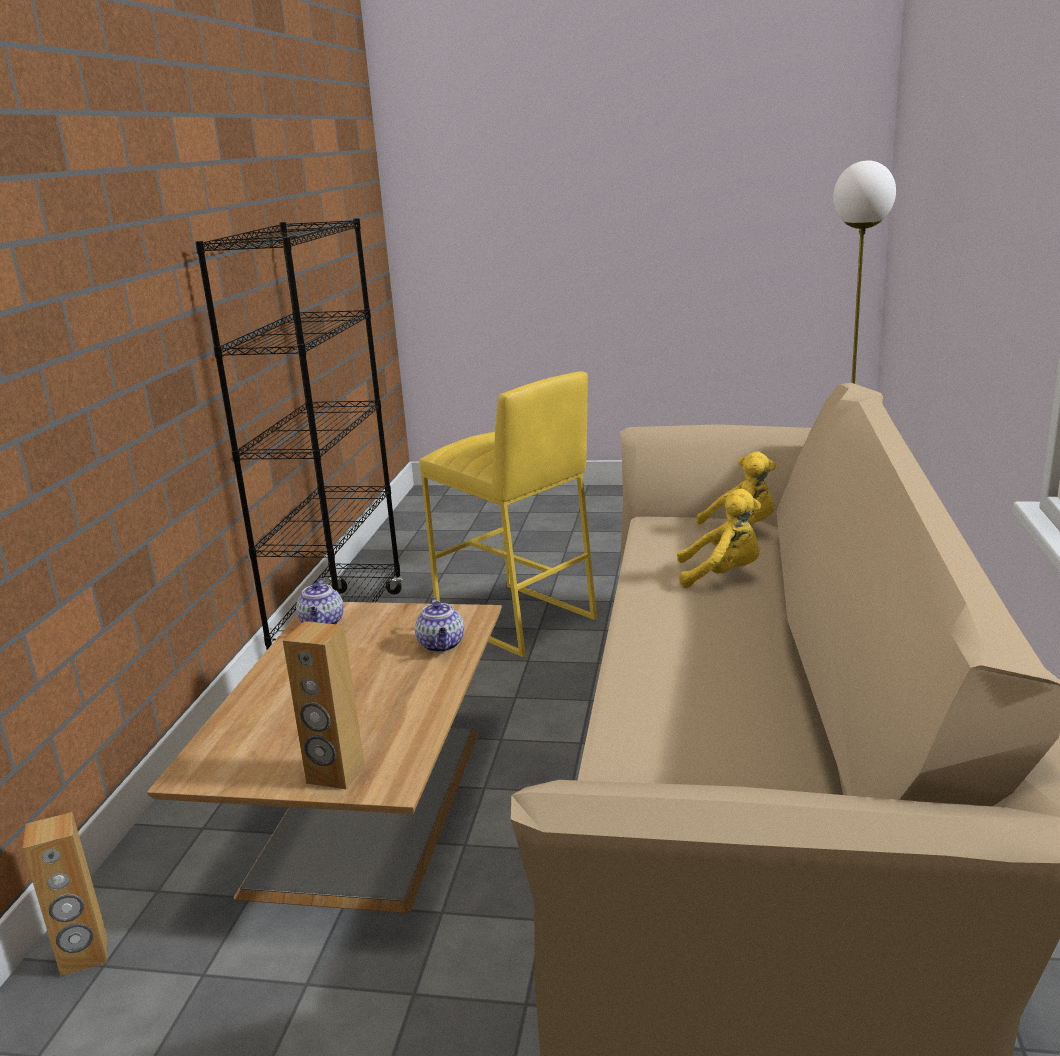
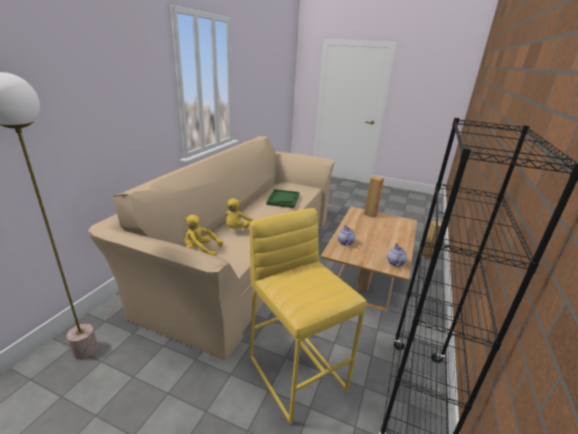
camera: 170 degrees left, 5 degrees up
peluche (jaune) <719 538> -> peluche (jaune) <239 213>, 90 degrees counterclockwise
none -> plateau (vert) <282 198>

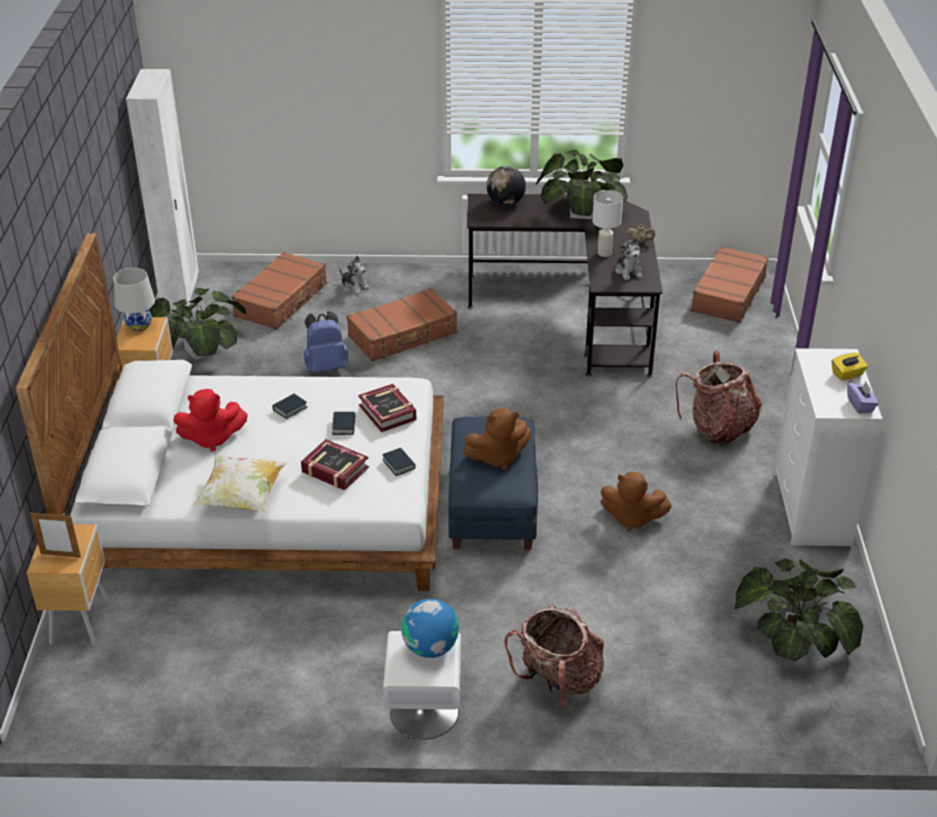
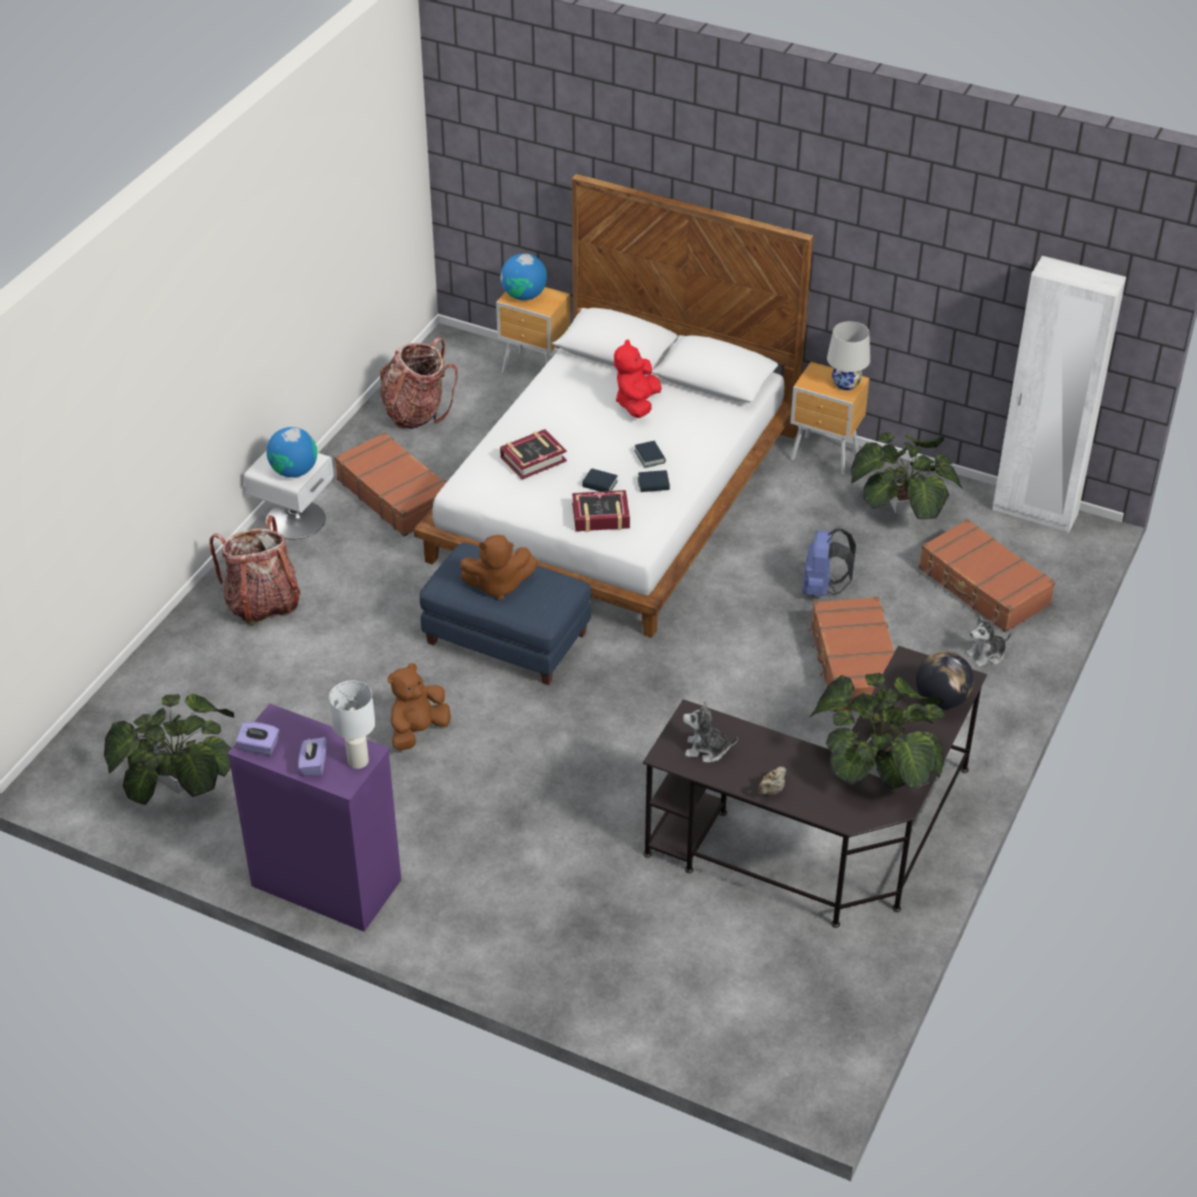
camera: 115 degrees right, 5 degrees up
lampe de table (blanc) <607 223> -> lampe de table (blanc) <352 724>, move
valise (marron) <729 284> -> valise (marron) <390 484>, move
commode (blanc) <828 447> -> commode (violet) <314 817>
sac à dos <719 398> -> sac à dos <419 383>, move
boîte à mouchoirs (jaune) <850 366> -> boîte à mouchoirs (violet) <312 756>
peluche (marron) <497 439> -> peluche (marron) <499 568>, 105 degrees counterclockwise
livre <399 462> -> livre <654 481>, move
coussin <240 484> -> none
cadre photo <55 535> -> globe <524 276>

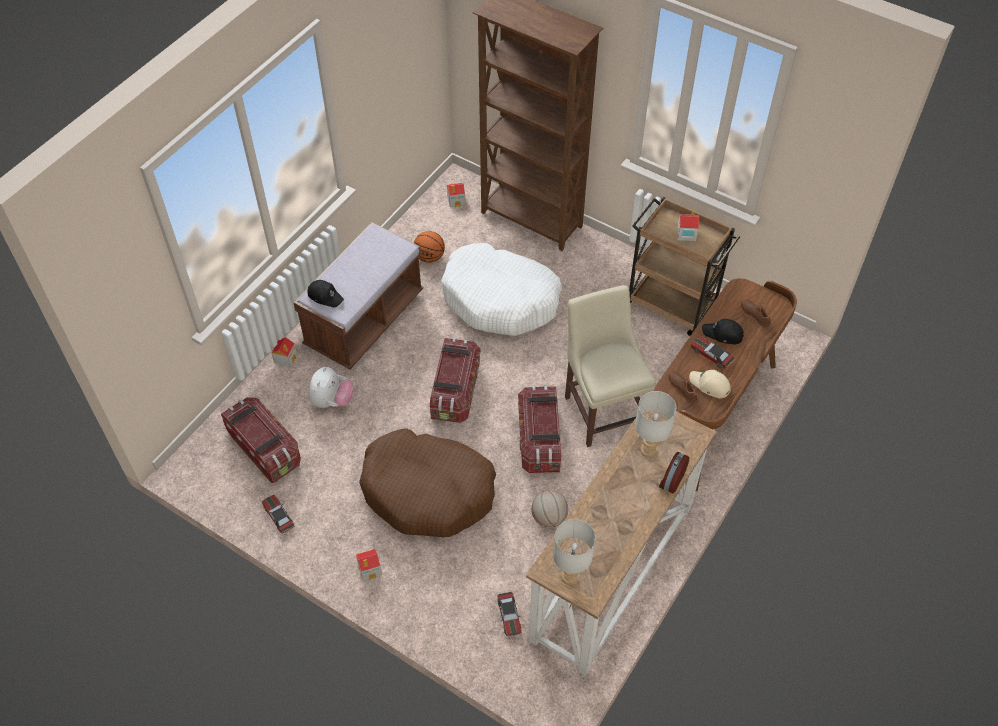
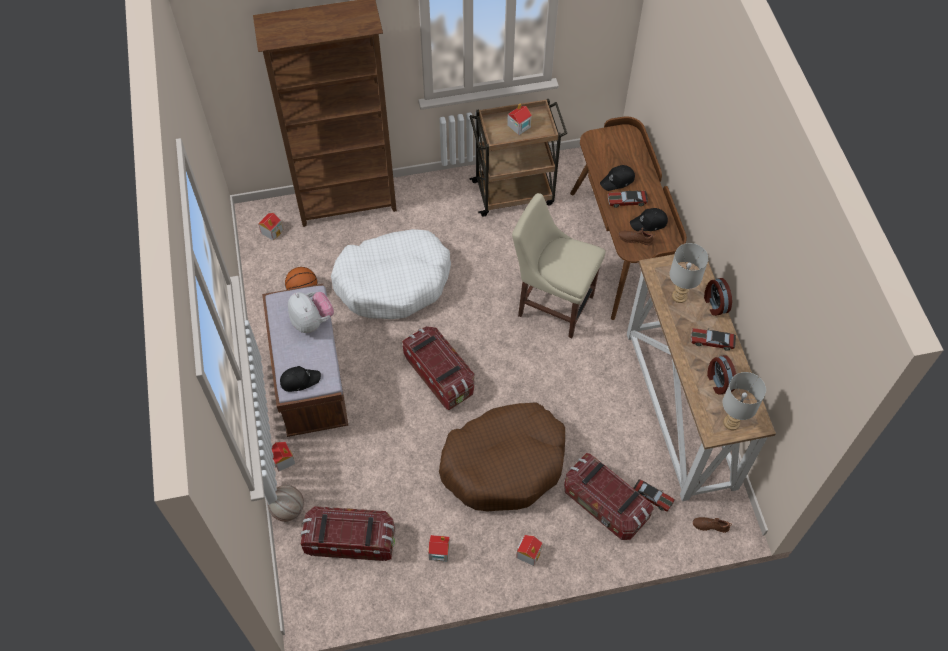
camera: 45 degrees left, 5 degrees up
chaussure (marron) <756 313> -> chaussure (marron) <712 525>, move
peluche <331 387> -> peluche <311 312>, move
casquette (beige) <710 384> -> casquette (noir) <649 219>
boîte de rangement <540 429> -> boîte de rangement <609 496>, move
ballon de basket <549 508> -> ballon de basket <285 503>, move
petite voiture <278 514> -> petite voiture <713 339>, move
none -> réveil <721 374>
none -> maison miniature <439 548>

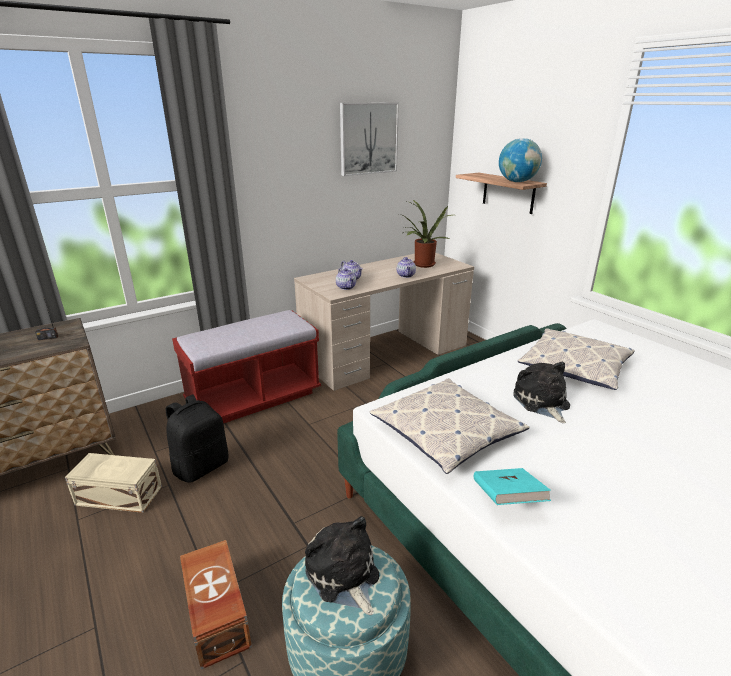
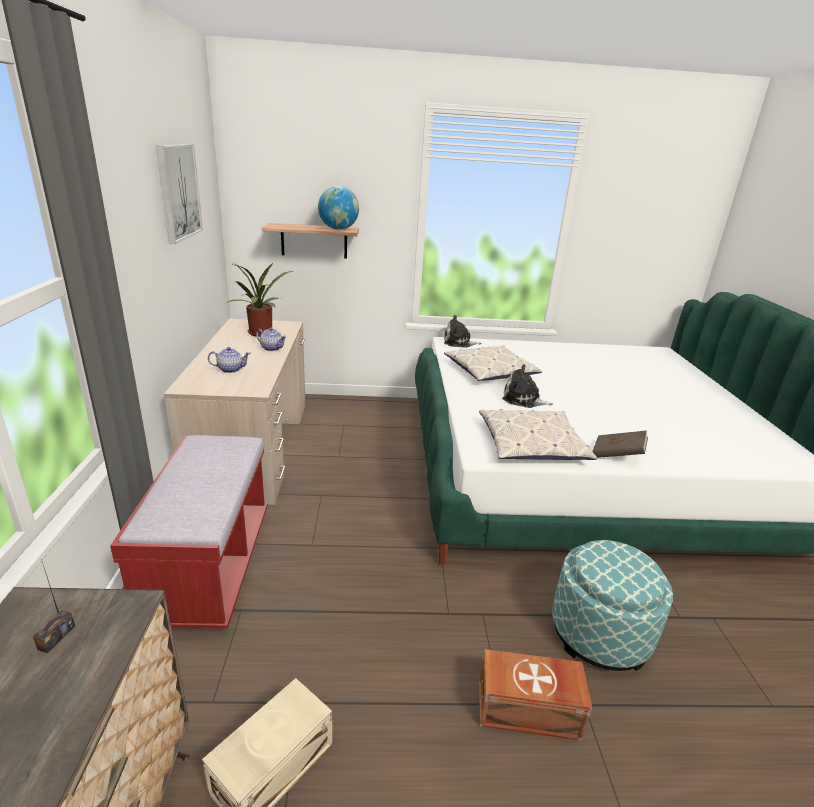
camera: 60 degrees left, 0 degrees up
théière <346 279> -> none
sac à dos (noir) <197 439> -> none
livre (turquoise) <512 486> -> livre (marron) <620 444>
peluche <342 565> -> peluche <463 331>, move

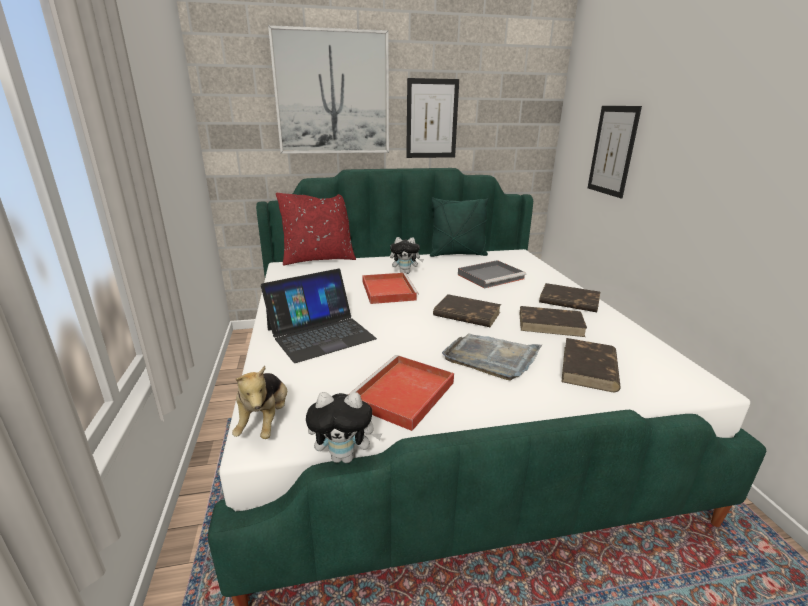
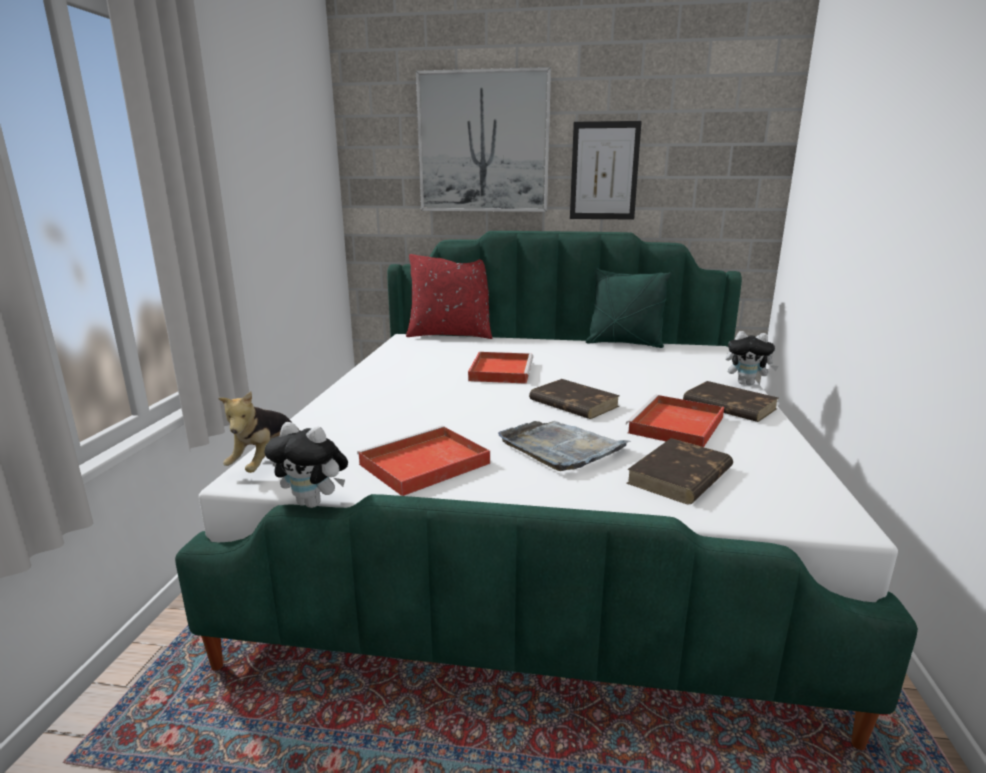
camera: 20 degrees right, 5 degrees down
tableau <615 152> -> none
peluche <407 255> -> peluche <752 358>, move
plateau (gris) <492 274> -> none
ordinateur portable <319 316> -> none
livre (marron) <553 321> -> plateau (rouge) <675 421>

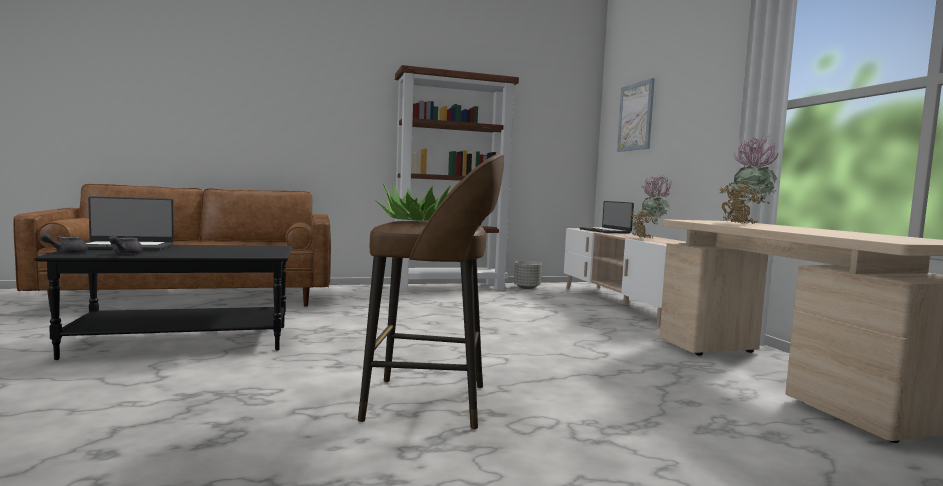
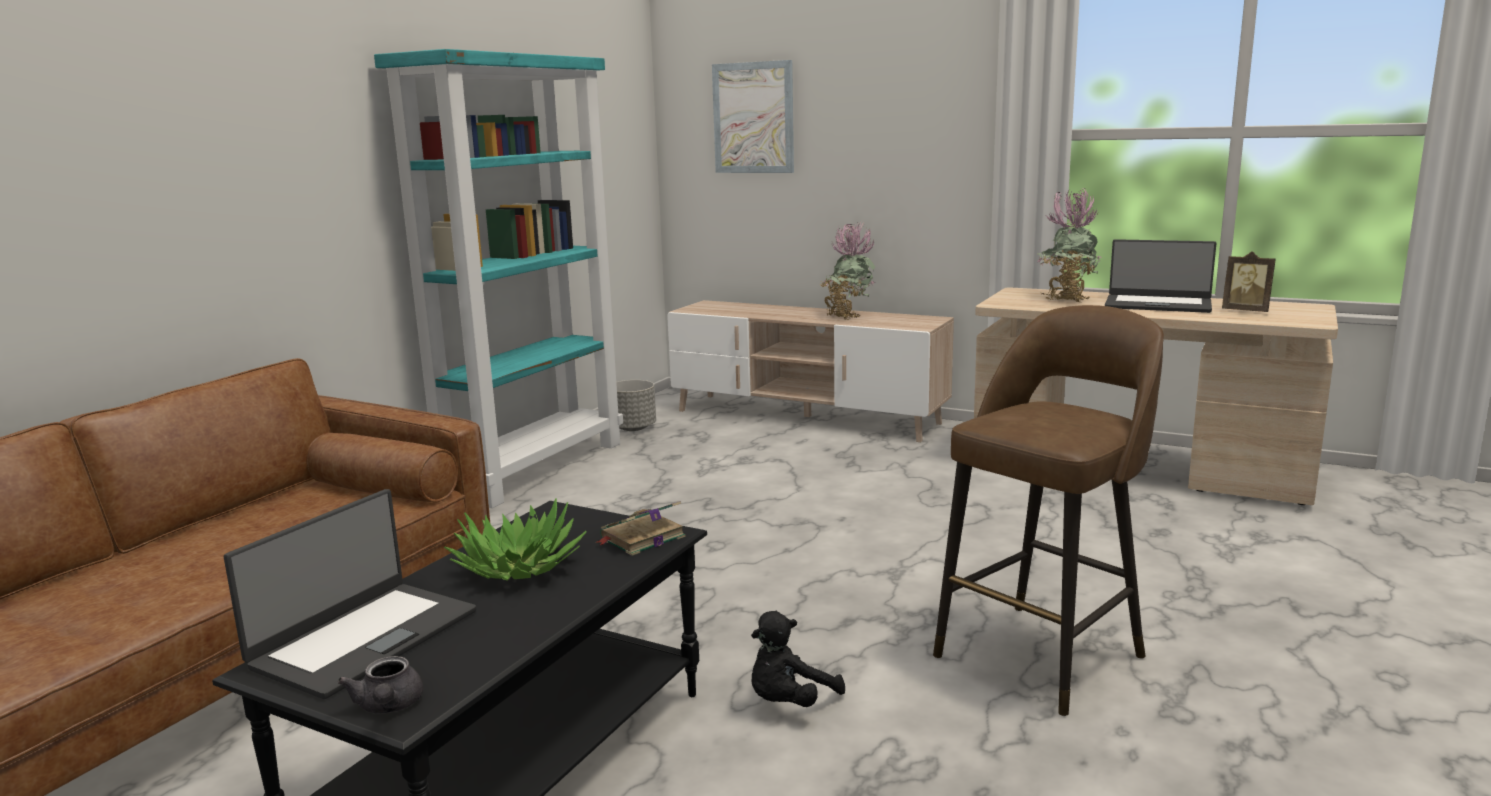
camera: 45 degrees left, 10 degrees up
bibliothèque (marron) <457 178> -> bibliothèque (turquoise) <498 278>
plante en pot <413 202> -> plante en pot <515 539>, move
ordinateur portable <607 217> -> ordinateur portable <1160 276>, move
théière (gris) <125 244> -> none
none -> cadre photo <1249 281>
none -> livre <640 528>
none -> peluche (noir) <798 659>

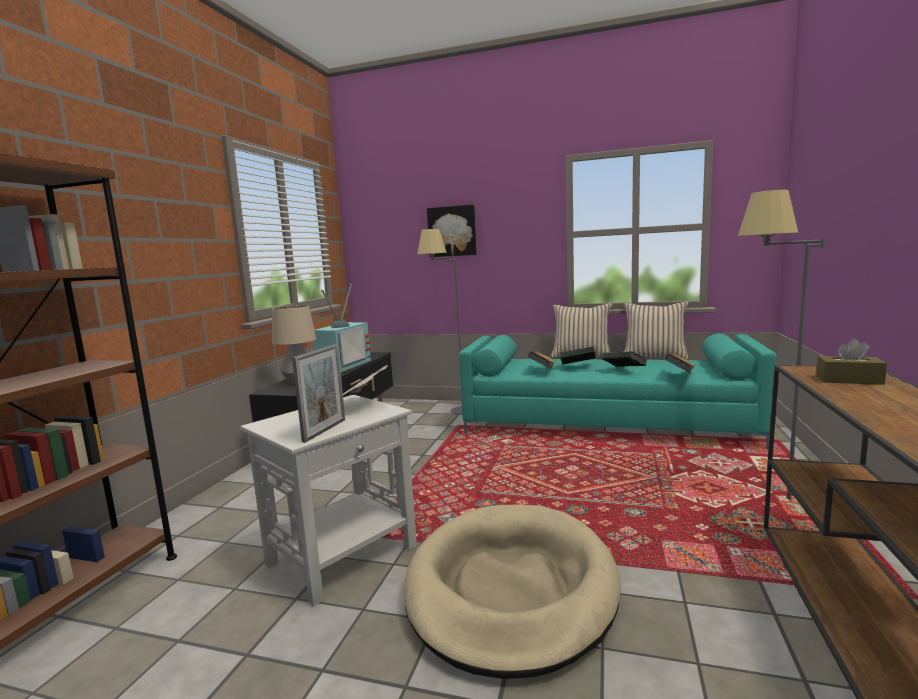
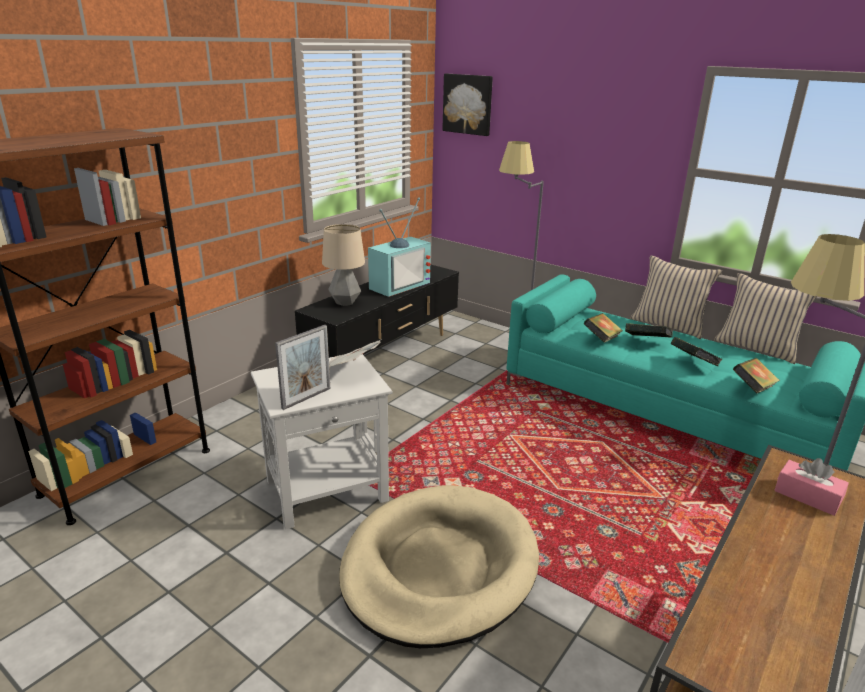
camera: 20 degrees right, 15 degrees up
tableau <452 231> -> tableau <467 105>, move
boîte à mouchoirs (marron) <851 362> -> boîte à mouchoirs (rose) <811 487>

